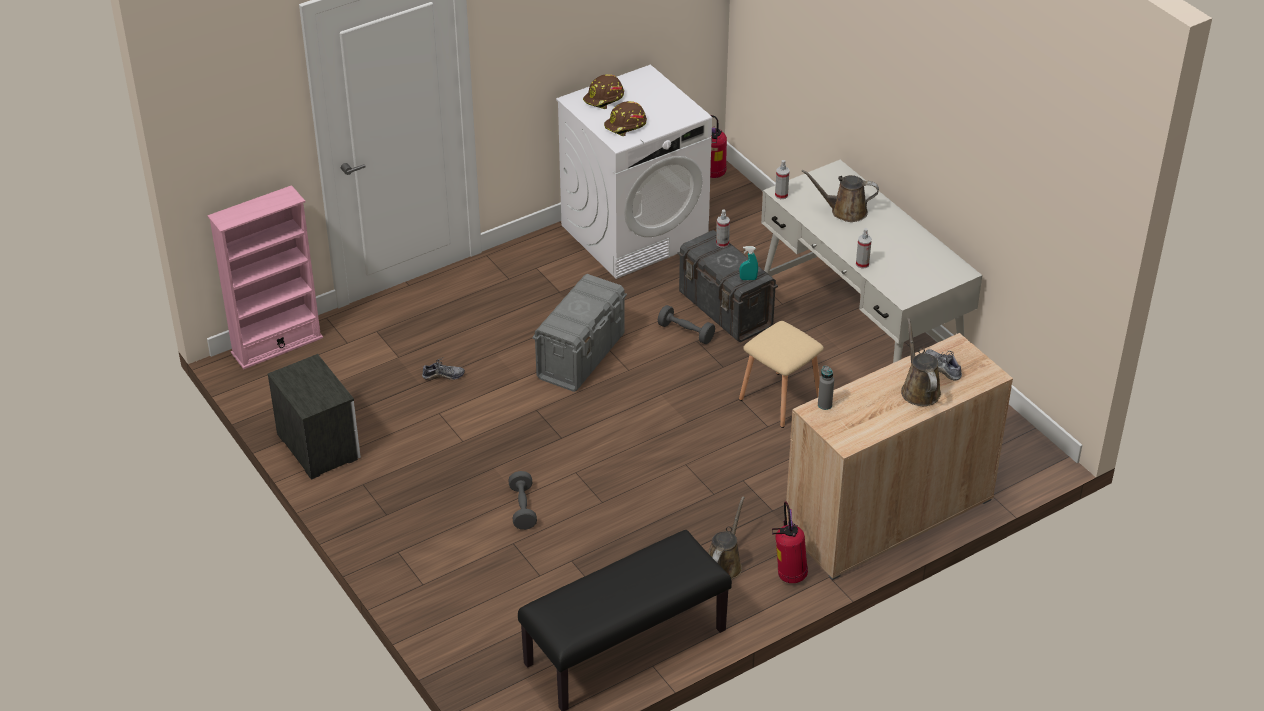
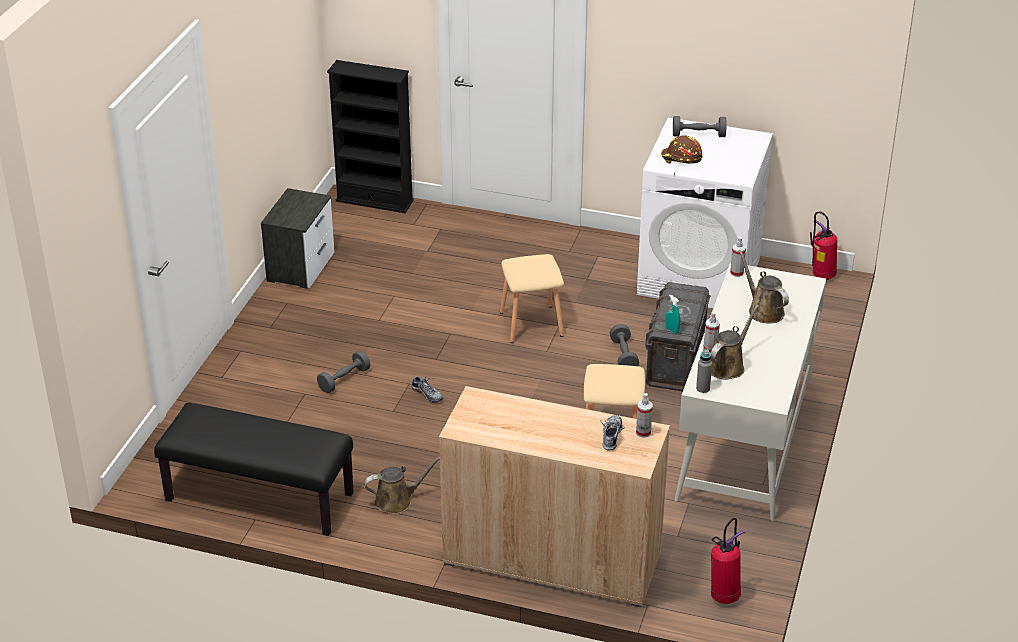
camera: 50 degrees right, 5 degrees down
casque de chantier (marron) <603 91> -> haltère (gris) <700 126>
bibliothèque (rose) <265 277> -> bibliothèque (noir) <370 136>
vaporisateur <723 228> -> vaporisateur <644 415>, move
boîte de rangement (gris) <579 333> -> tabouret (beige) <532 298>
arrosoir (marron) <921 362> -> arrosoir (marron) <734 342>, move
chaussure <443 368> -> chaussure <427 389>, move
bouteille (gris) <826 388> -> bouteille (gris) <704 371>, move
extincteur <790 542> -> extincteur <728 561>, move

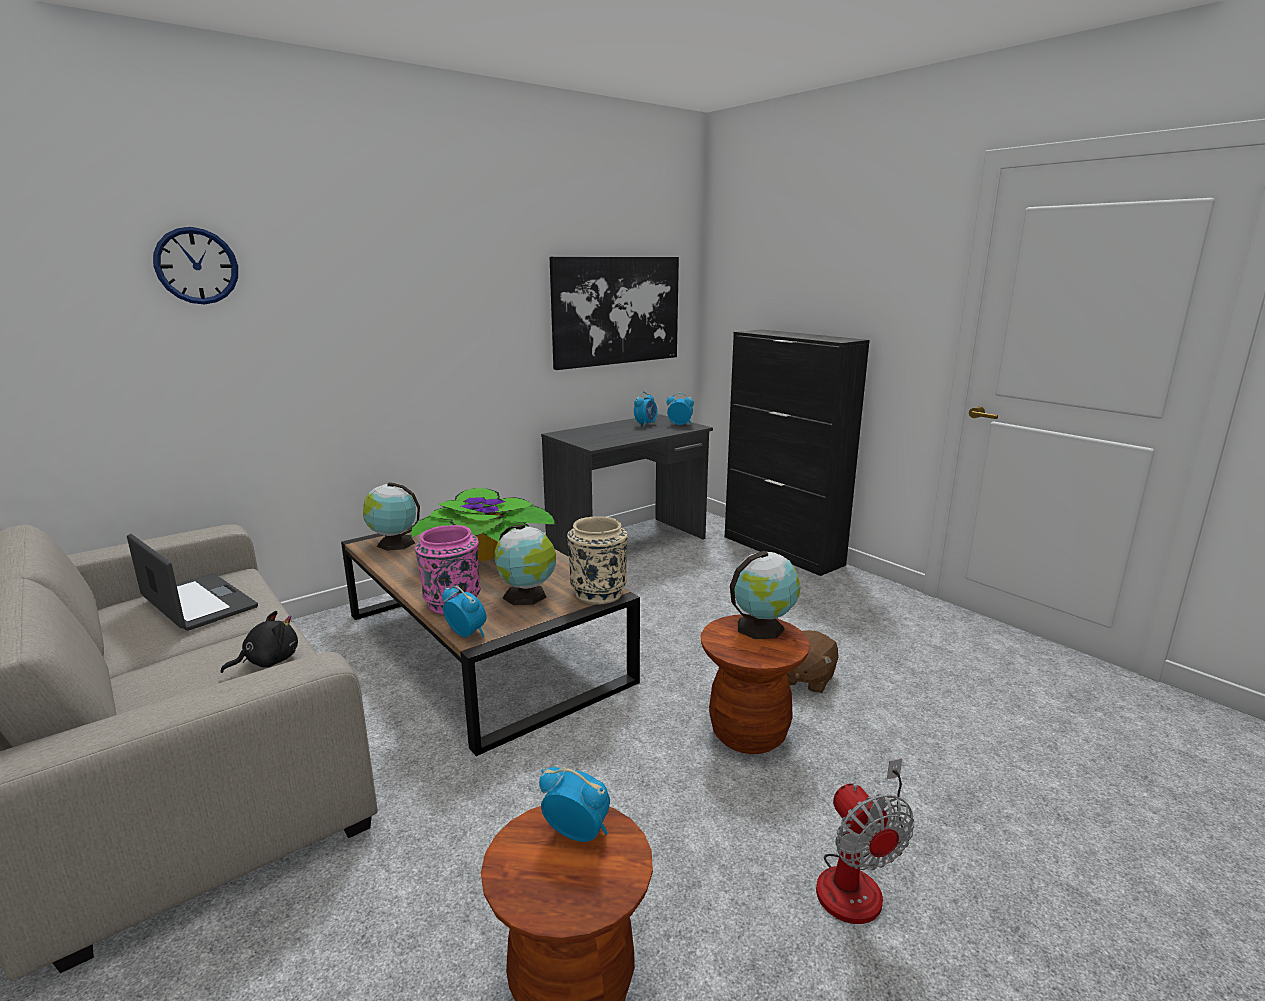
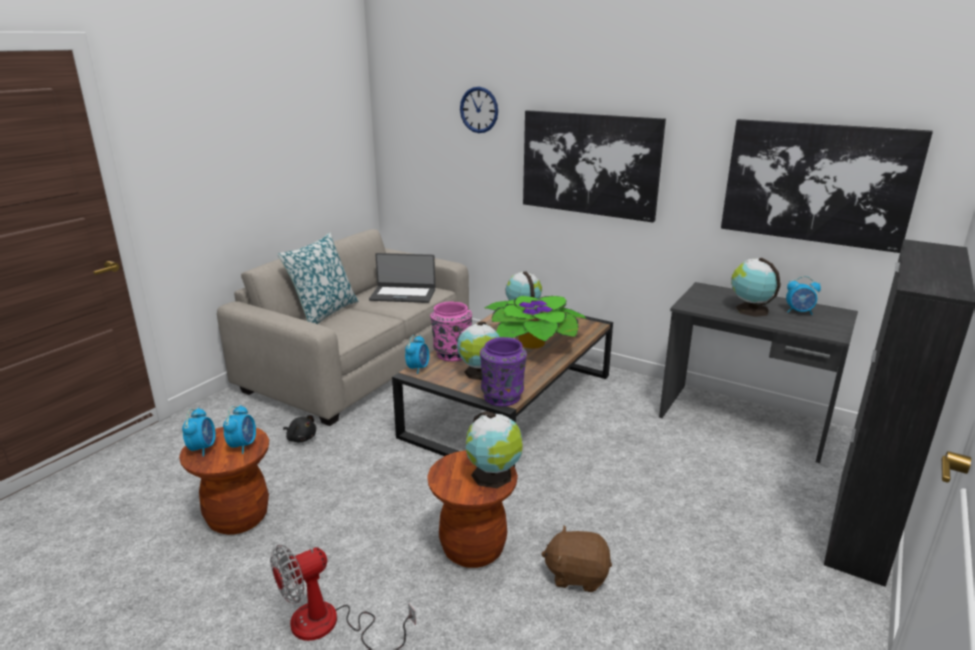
camera: 70 degrees right, 5 degrees up
réveil <680 409> -> réveil <199 431>, move
vase (beige) <597 560> -> vase (violet) <503 371>
ordinateur portable <192 582> -> ordinateur portable <402 278>, 75 degrees clockwise
peluche (noir) <259 642> -> peluche (noir) <299 428>, move
none -> tableau <594 166>
none -> coussin <318 278>
none -> globe <756 287>

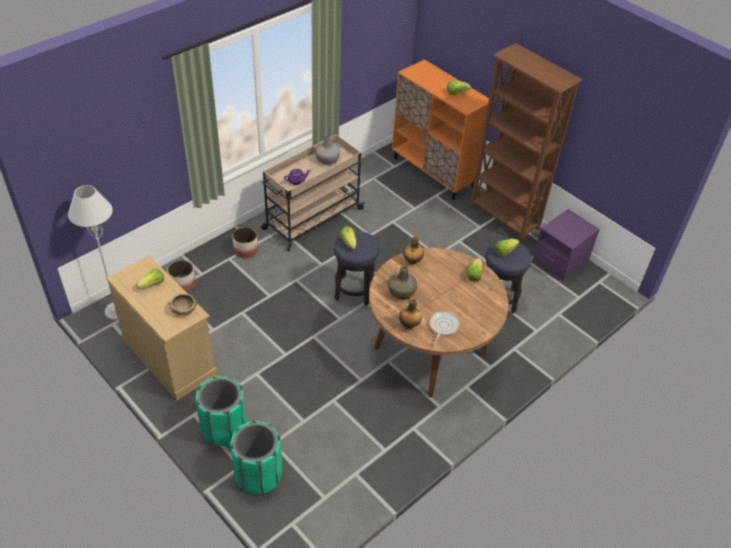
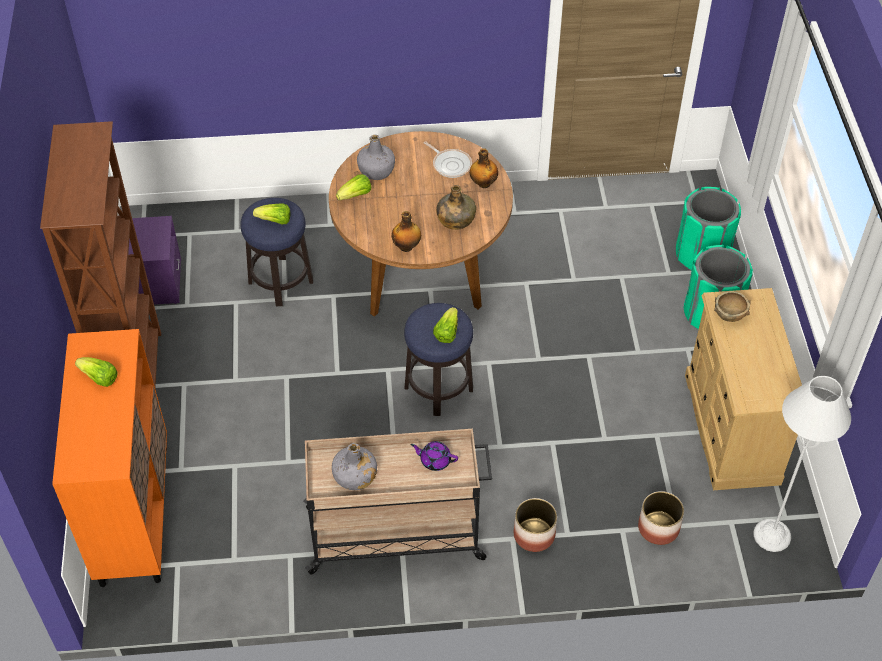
camera: 140 degrees left, 5 degrees up
laitue <150 278> -> none
poêle <444 328> -> poêle <448 160>, 105 degrees counterclockwise
none -> bouteille (gris) <376 157>

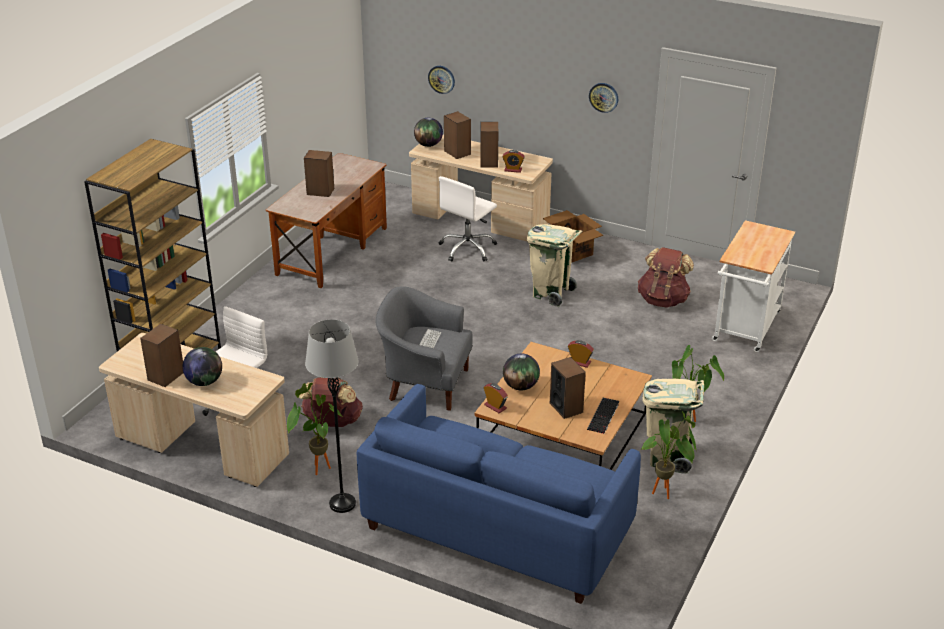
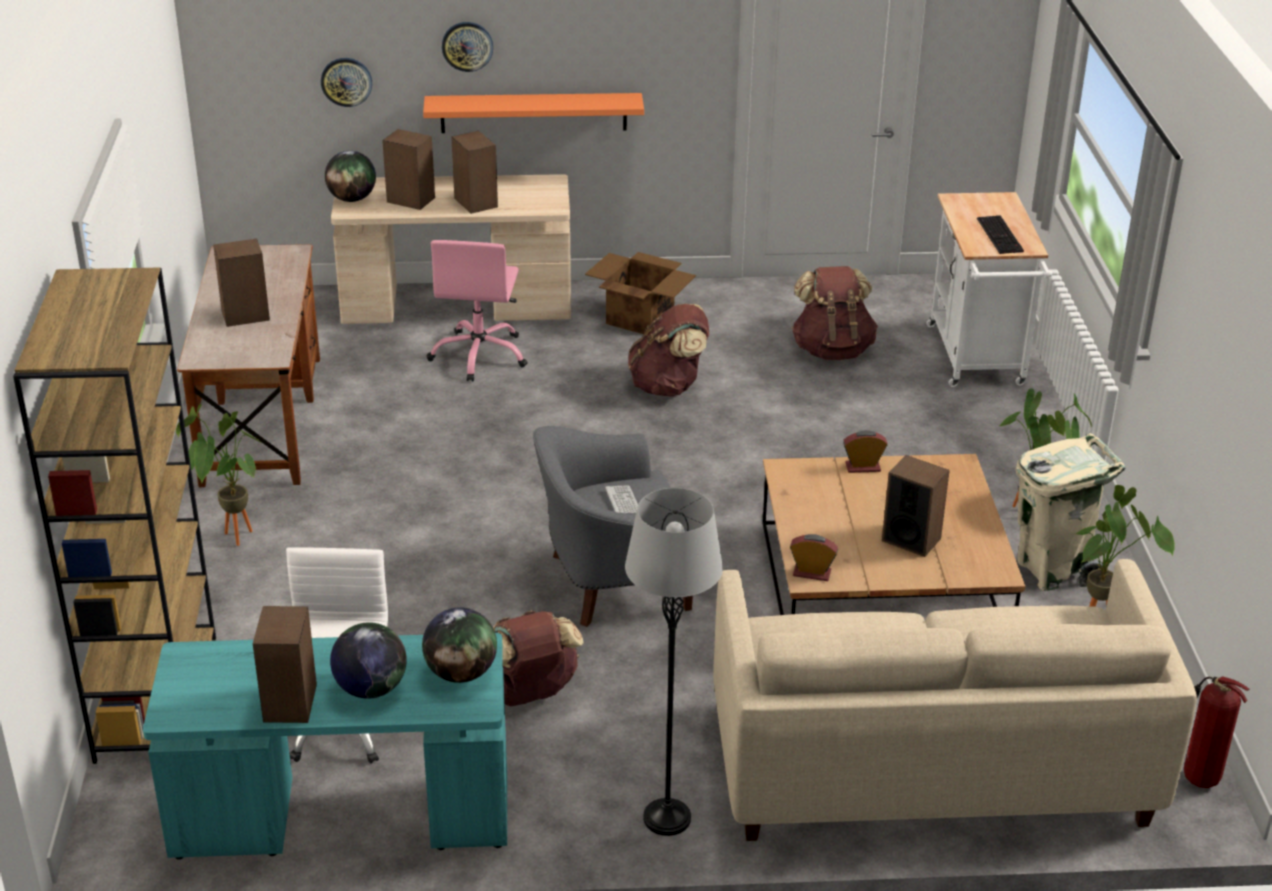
camera: 30 degrees left, 0 degrees up
horloge murale <603 98> -> horloge murale <467 47>, move
réveil <514 161> -> none
chaise de bureau (blanc) <468 219> -> chaise de bureau (rose) <477 311>
poubelle (beige) <555 265> -> sac à dos (marron) <668 349>
bureau (beige) <194 410> -> bureau (turquoise) <325 746>
globe <521 372> -> globe <459 645>, move
plante en pot <314 429> -> plante en pot <218 475>, move
canapé (bleu) <499 494> -> canapé (beige) <955 700>
clavier <603 416> -> clavier <1000 234>, move
none -> étagère (orange) <533 113>
none -> extincteur <1216 732>

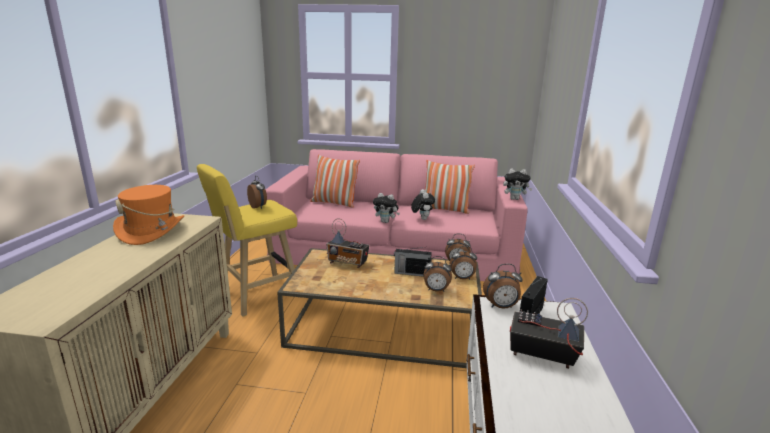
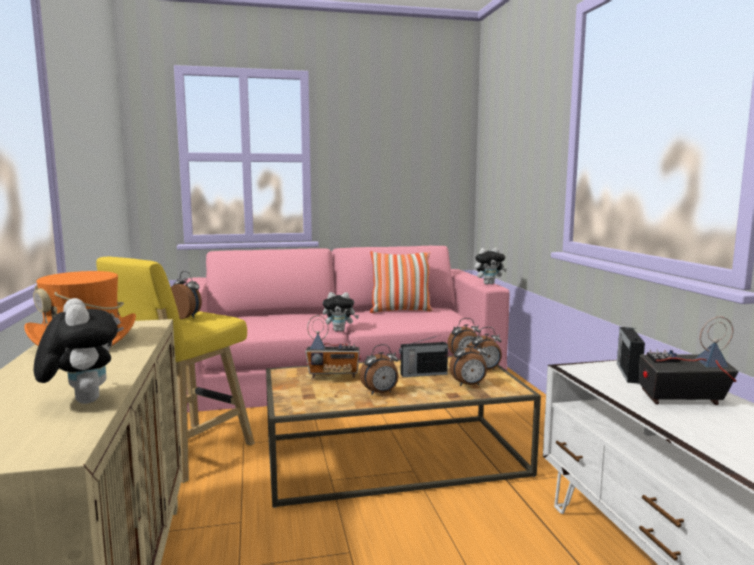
camera: 20 degrees left, 10 degrees down
coussin <335 181> -> none
peluche <423 204> -> peluche <76 351>, move
réveil <503 286> -> réveil <379 369>, move

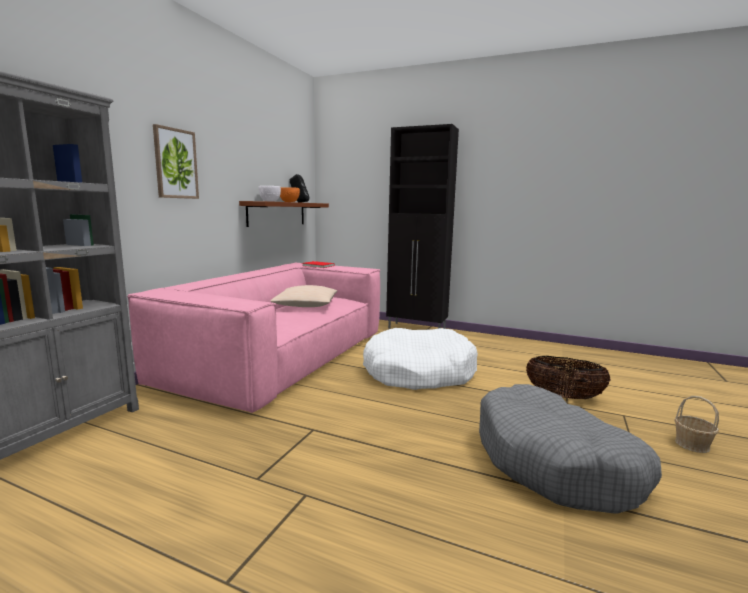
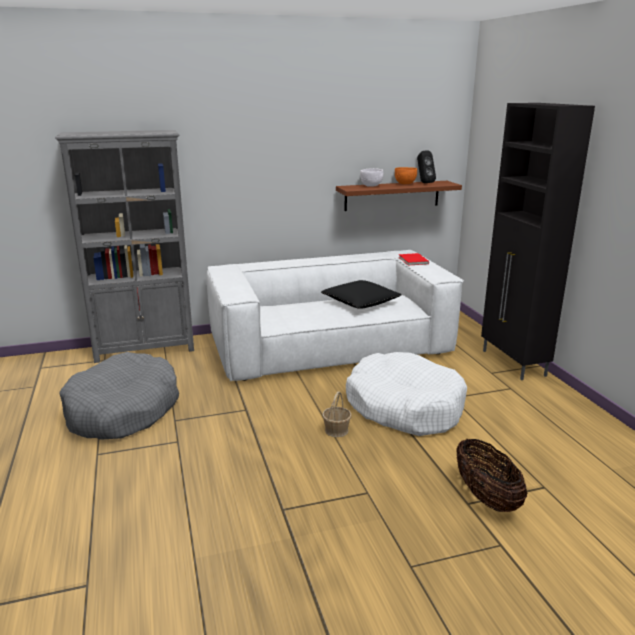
camera: 50 degrees right, 10 degrees up
tableau <176 161> -> none
canapé (rose) <253 338> -> canapé (blanc) <335 315>
coussin (beige) <303 296> -> coussin (noir) <361 294>
panier pour chien (gris) <570 448> -> panier pour chien (gris) <119 396>, move
panier <696 424> -> panier <337 414>, move

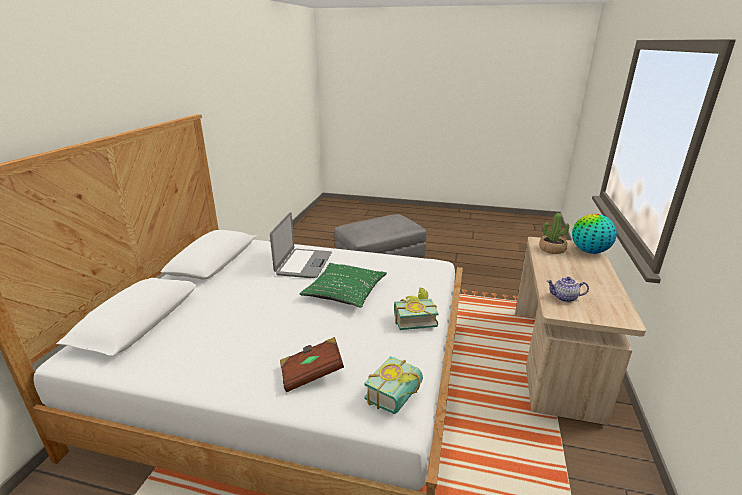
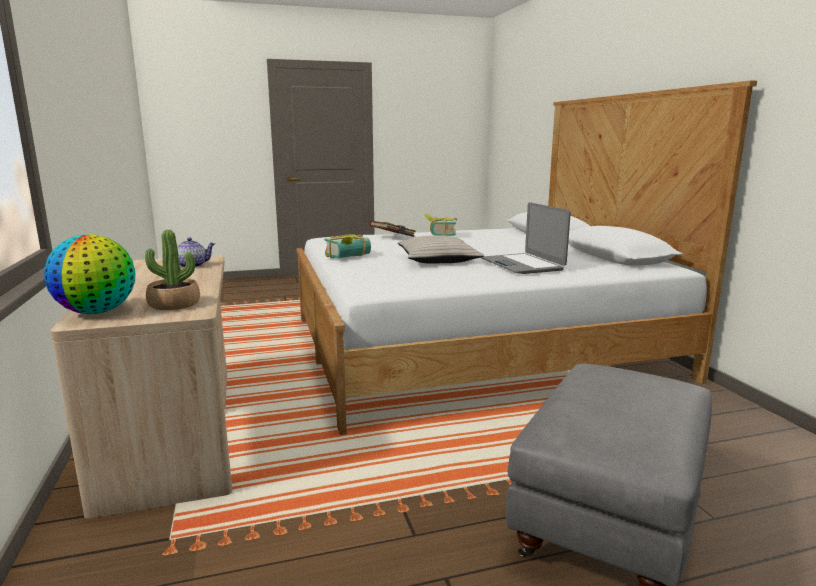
camera: 150 degrees right, 10 degrees down
coussin (vert) <343 285> -> coussin (beige) <441 250>
livre <393 385> -> livre <440 225>, move

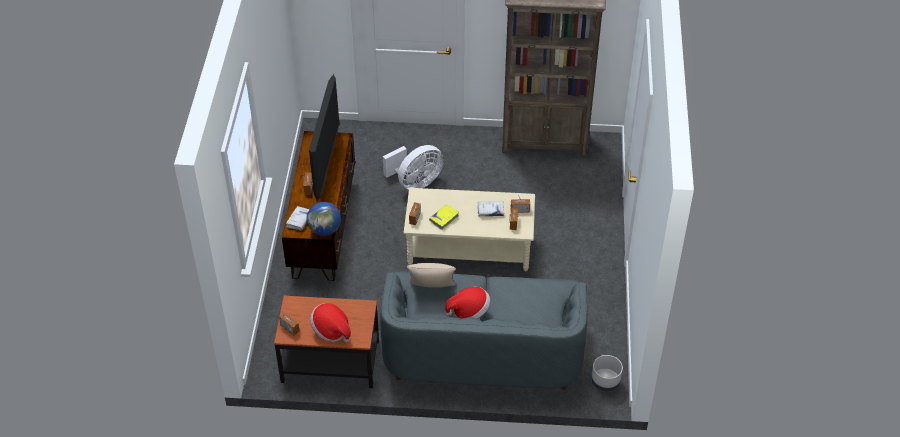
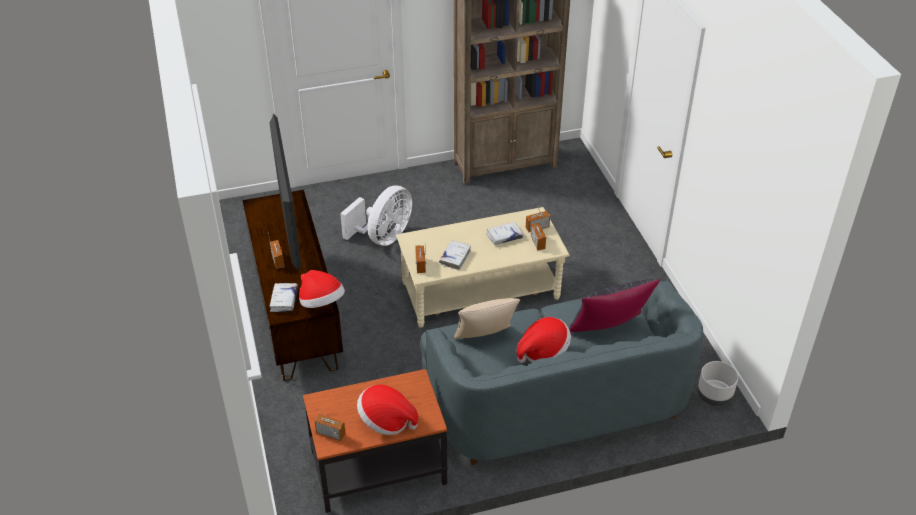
camera: 20 degrees left, 5 degrees down
globe <324 219> -> chapeau <322 289>
livre (jaune) <444 217> -> livre (blanc) <455 255>
none -> coussin (noir) <614 305>

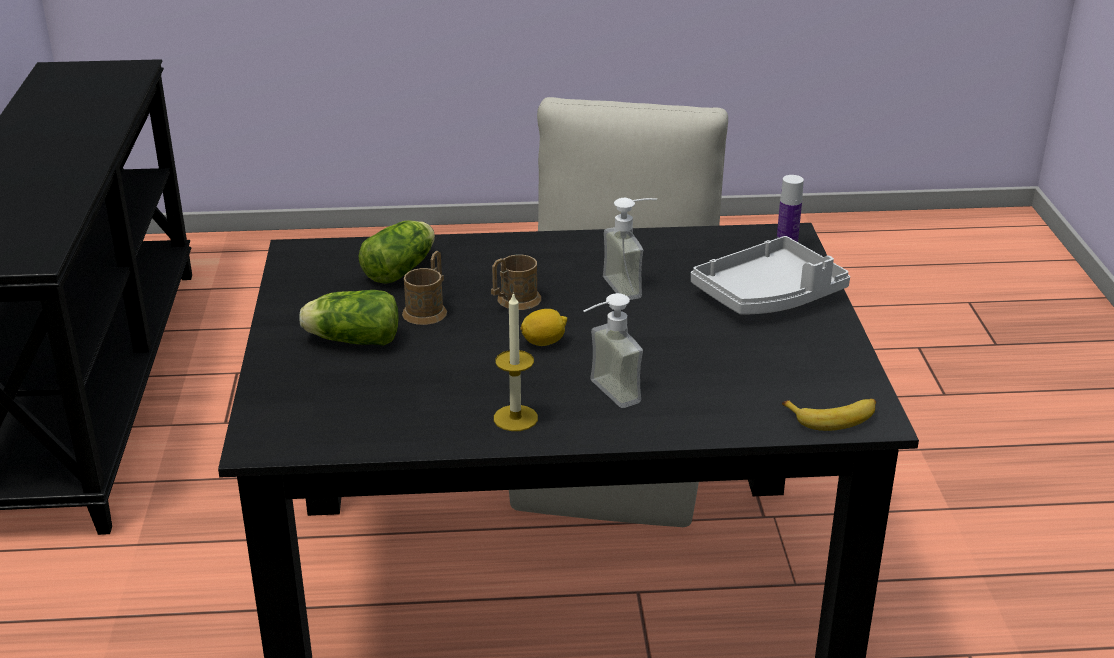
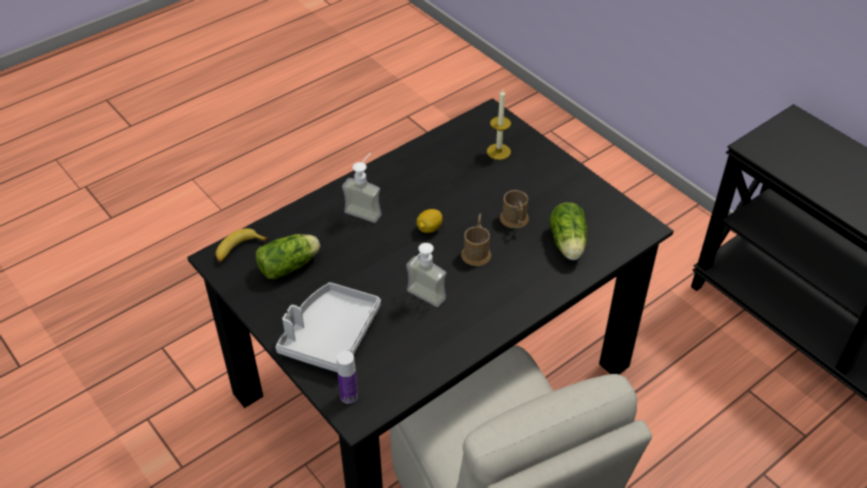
camera: 145 degrees right, 15 degrees up
laitue <348 318> -> laitue <288 256>, move
bougie <516 361> -> bougie <499 124>, move

